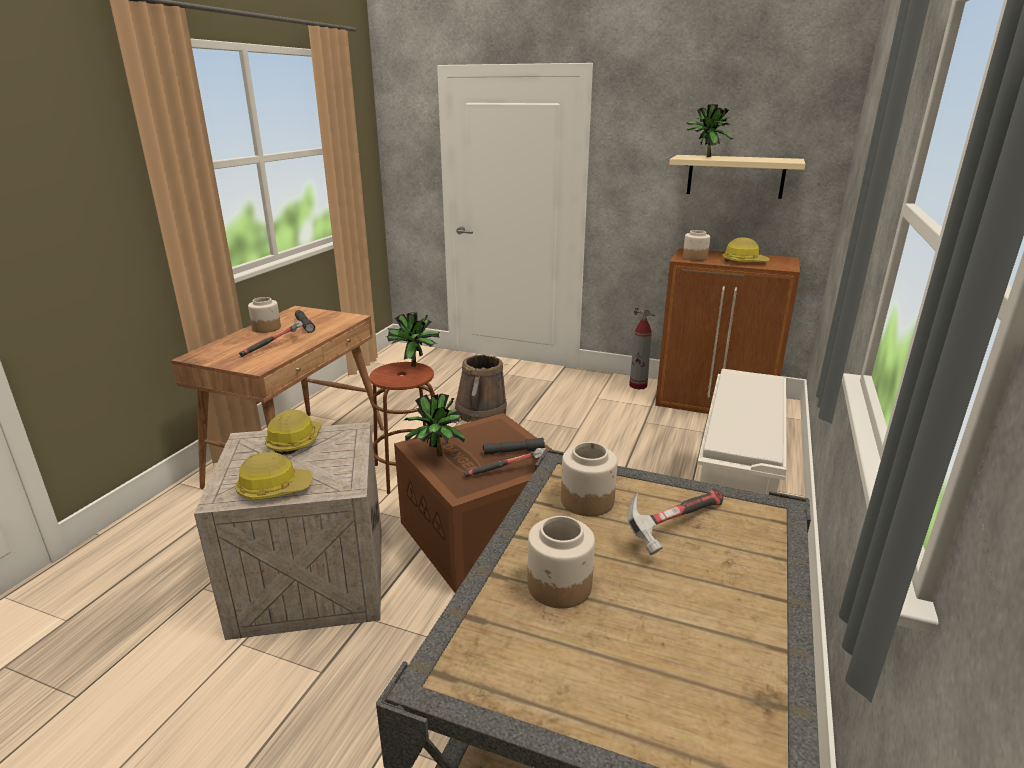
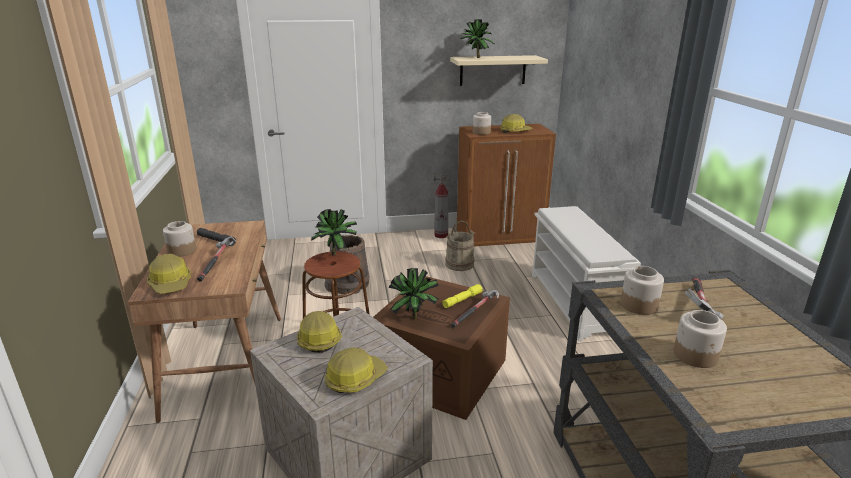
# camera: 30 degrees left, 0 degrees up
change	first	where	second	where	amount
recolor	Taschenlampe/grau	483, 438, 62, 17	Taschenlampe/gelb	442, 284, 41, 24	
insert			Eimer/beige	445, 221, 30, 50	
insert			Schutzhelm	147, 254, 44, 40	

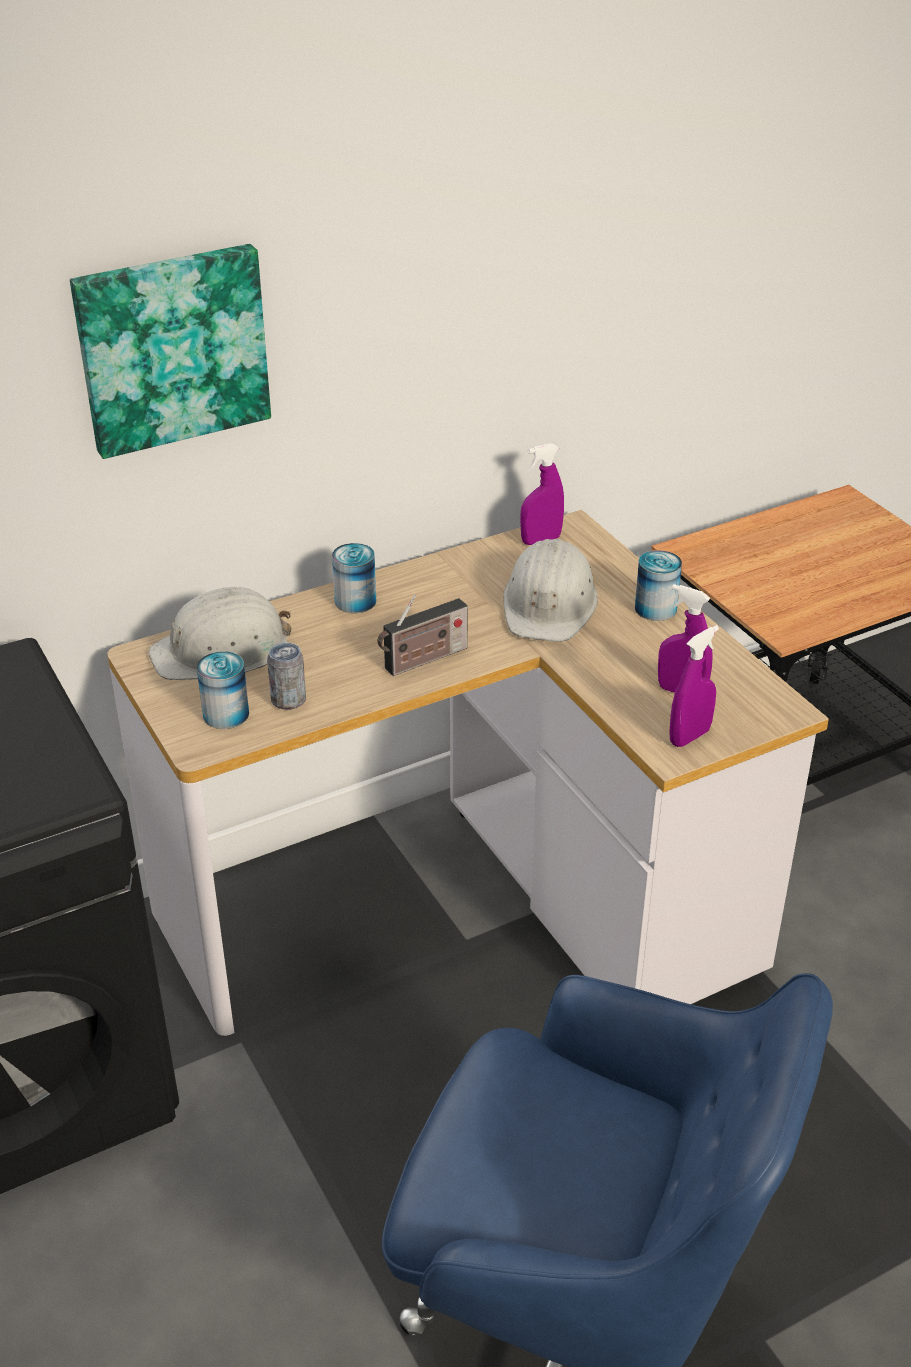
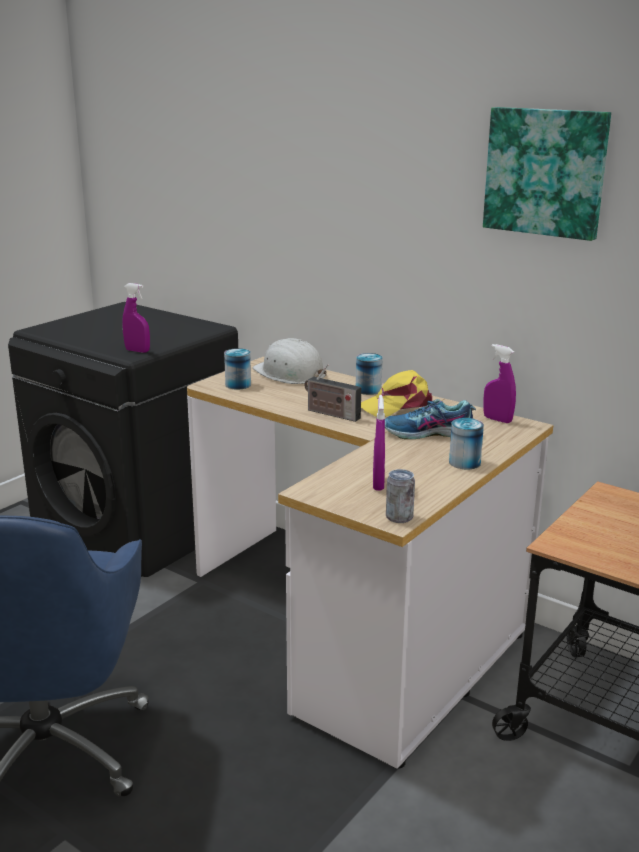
# camera: 65 degrees right, 15 degrees down
change	first	where	second	where	amount
move	Bild	70, 244, 201, 215		483, 107, 128, 134	
replace	Schutzhelm/weiß	503, 539, 95, 103	Schuh	385, 399, 91, 40	
move	Sprühflasche/lila	669, 625, 50, 122		122, 283, 28, 70	
move	Dose	267, 642, 39, 68		386, 469, 29, 54	
insert			Kappe/gelb	361, 370, 71, 47	

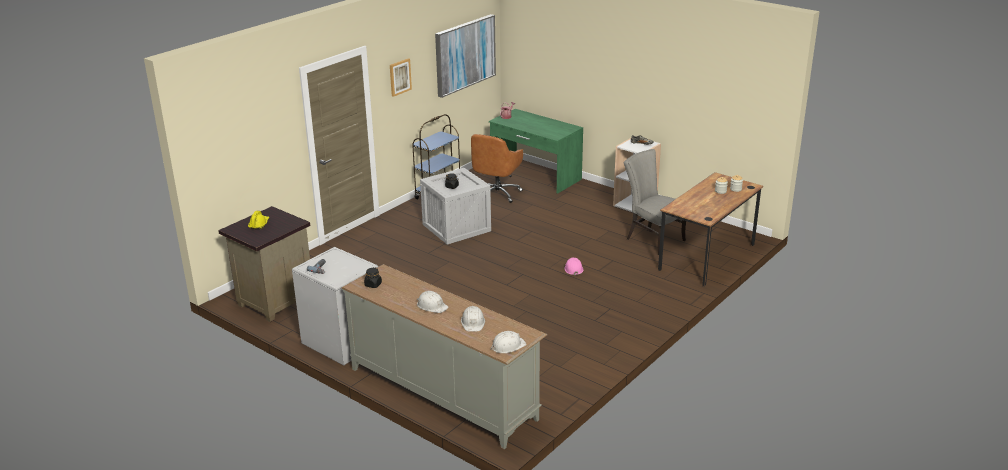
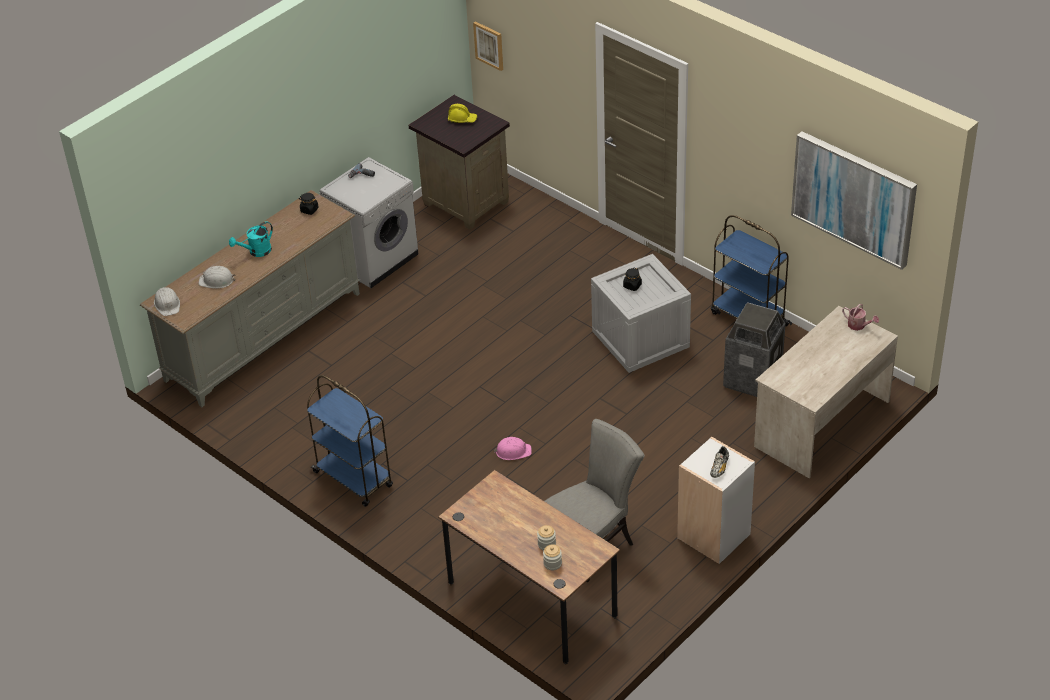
# camera: 95 degrees right, 15 degrees up
change	first	where	second	where	amount
move	Bild	390, 58, 22, 39		473, 21, 30, 50	
recolor	Schreibtisch/grün	489, 109, 94, 85	Schreibtisch/beige	754, 306, 144, 172	
replace	Bürostuhl/braun	471, 134, 52, 69	Mülleimer	723, 302, 63, 95	
replace	Schutzhelm/weiß	417, 291, 32, 22	Gießkanne/türkis	229, 221, 44, 36	
insert			Rollwagen/blau	307, 375, 86, 132	

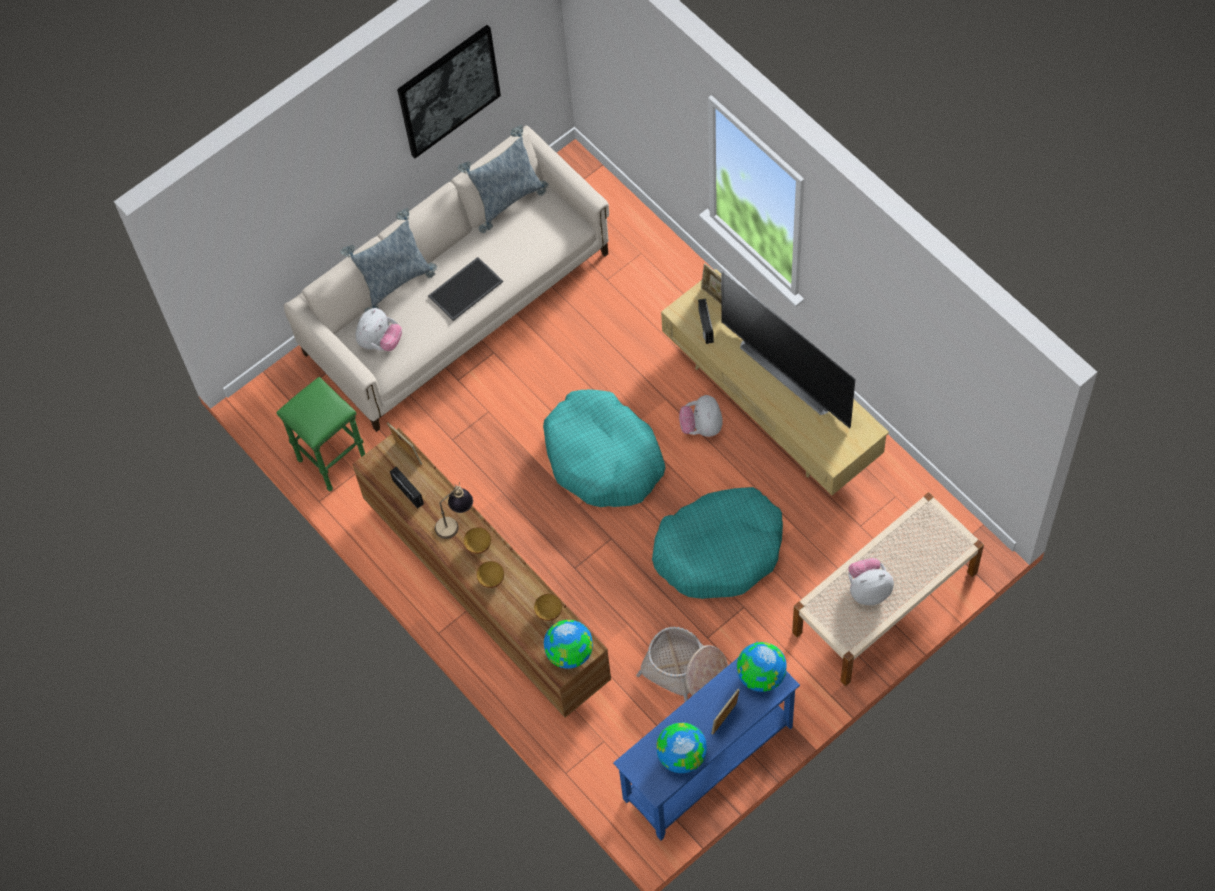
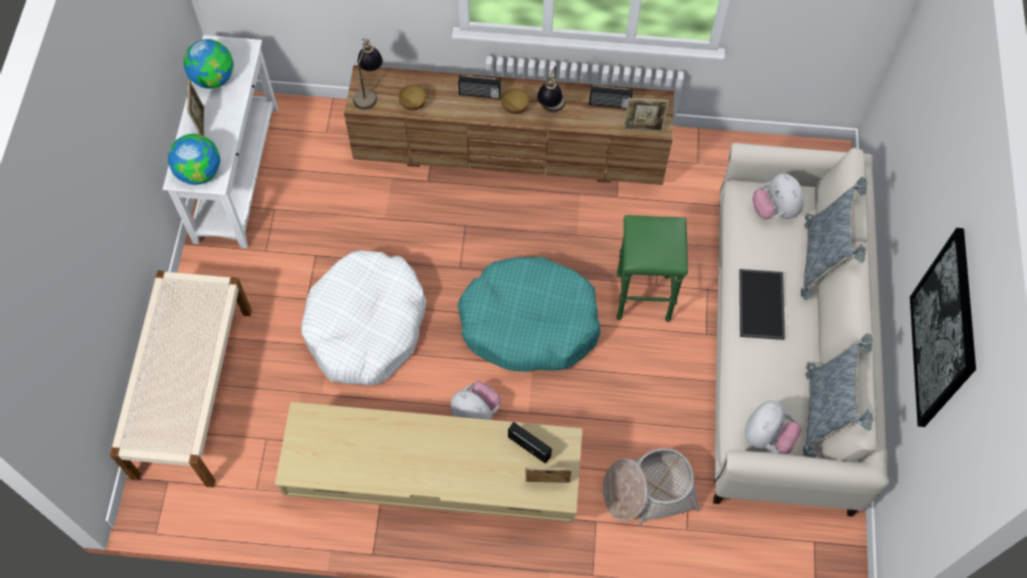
# camera: 130 degrees right, 0 degrees up
change	first	where	second	where	amount
delete	Fernseher	721, 270, 135, 158			
move	Hocker/grün	276, 377, 89, 114		616, 215, 72, 107	
recolor	Hundebett/türkis	652, 487, 131, 112	Hundebett/weiß	301, 250, 126, 135	
move	Plüschtier	848, 558, 46, 47		745, 401, 56, 53	
replace	Schüssel	476, 561, 28, 27	Radio	458, 75, 43, 24	
replace	Globus	544, 620, 49, 49	Tischlampe	353, 39, 30, 71	
move	Korb	636, 627, 92, 75		603, 448, 97, 77	
recolor	Konsolentisch/blau	613, 641, 187, 200	Konsolentisch/weiß	163, 35, 115, 213	

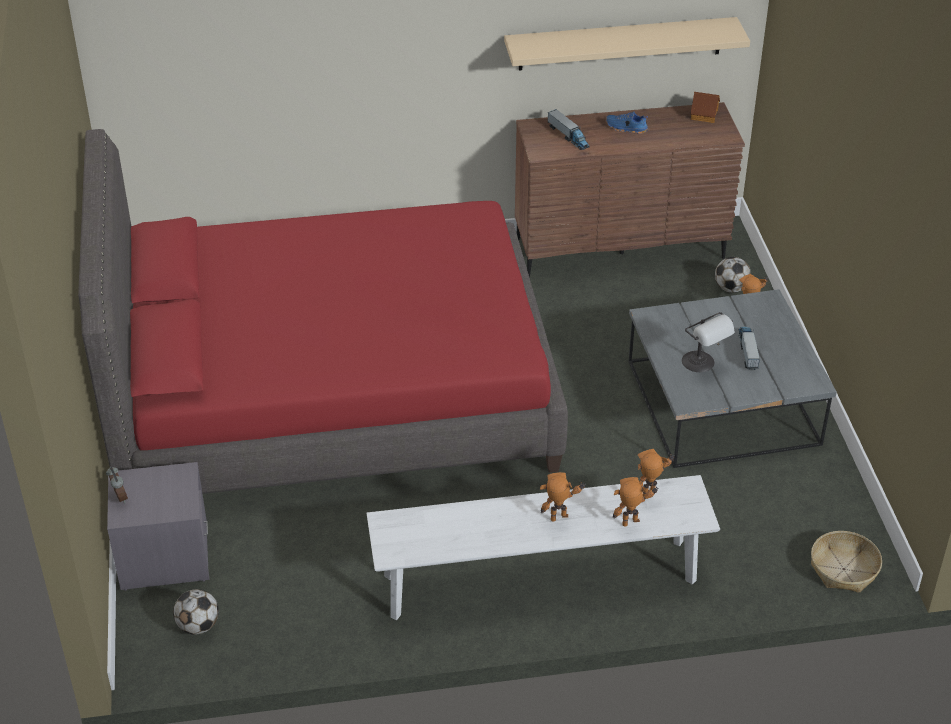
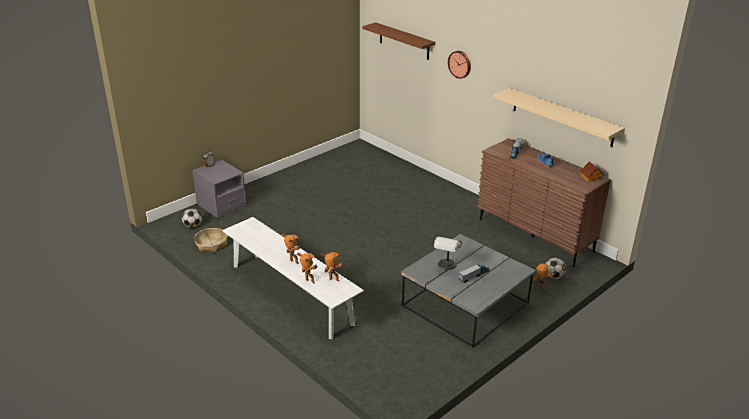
# camera: 55 degrees right, 10 degrees down
change	first	where	second	where	amount
delete	Bett/rot	78, 129, 490, 365			
move	Korb	811, 531, 71, 62		194, 228, 34, 24	
insert			Wandregal/braun	362, 22, 73, 38	
insert			Wanduhr	448, 51, 23, 28	

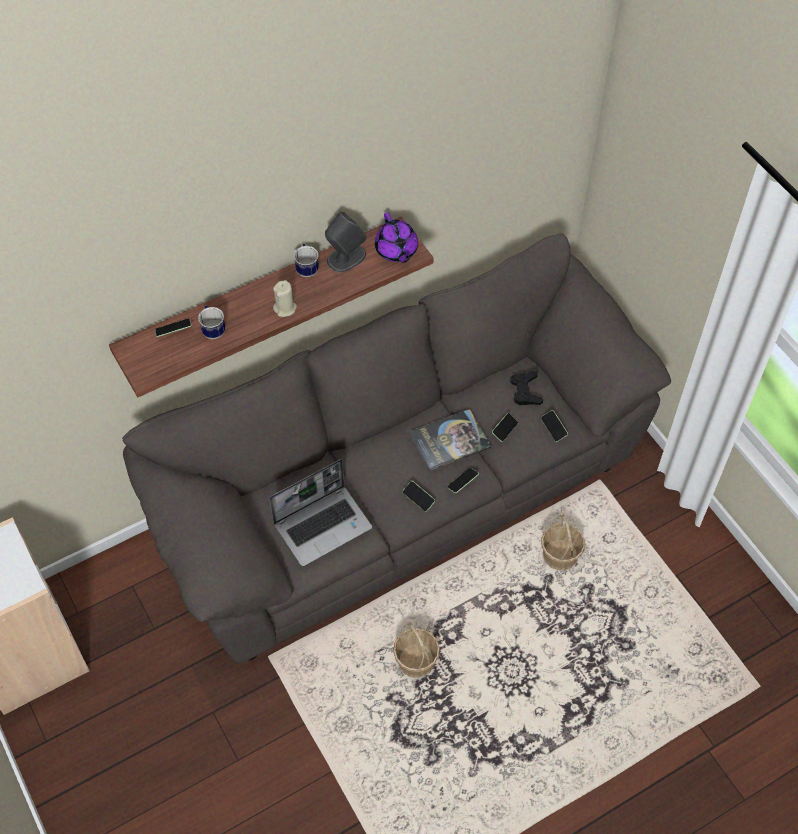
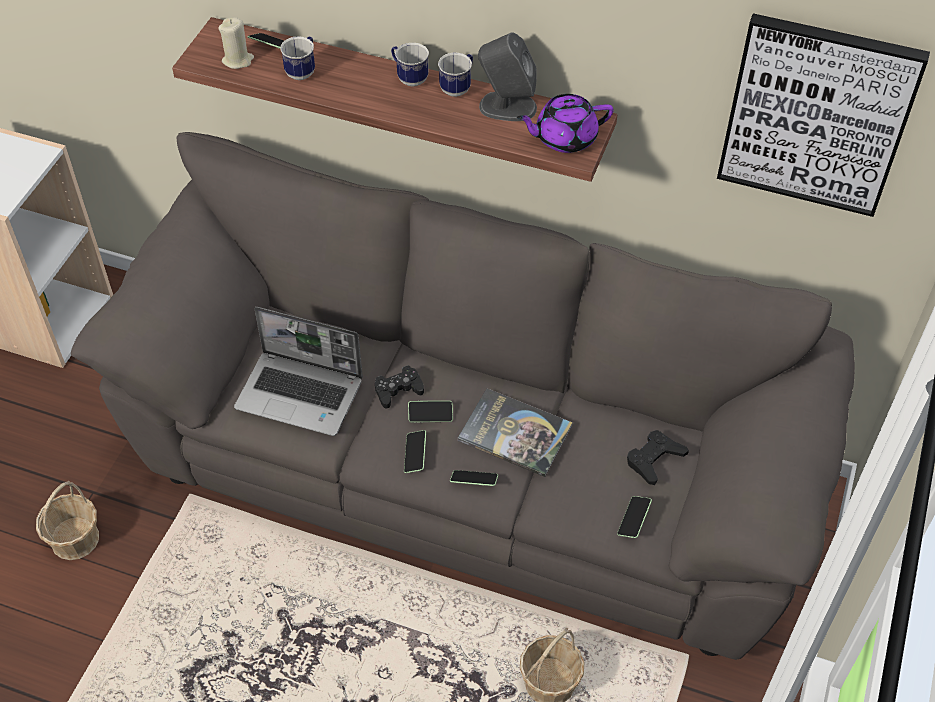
# camera: 50 degrees right, 5 degrees down
change	first	where	second	where	amount
rotate	Teekanne/lila	375, 212, 43, 51		517, 94, 97, 59	45 degrees clockwise
move	Kerze/beige	273, 280, 24, 37		219, 17, 35, 52	
move	Handy	492, 413, 26, 29		408, 401, 45, 22	
move	Korb	393, 622, 47, 56		36, 481, 63, 79	
insert			Bild	717, 13, 213, 204	
insert			Henkelbecher	391, 43, 38, 43	
insert			Gamepad/schwarz	375, 365, 49, 44	

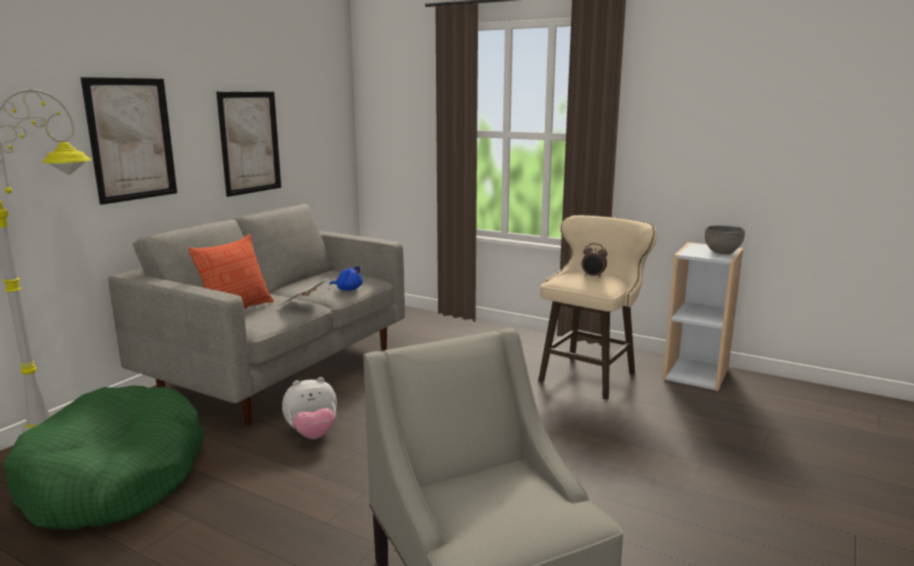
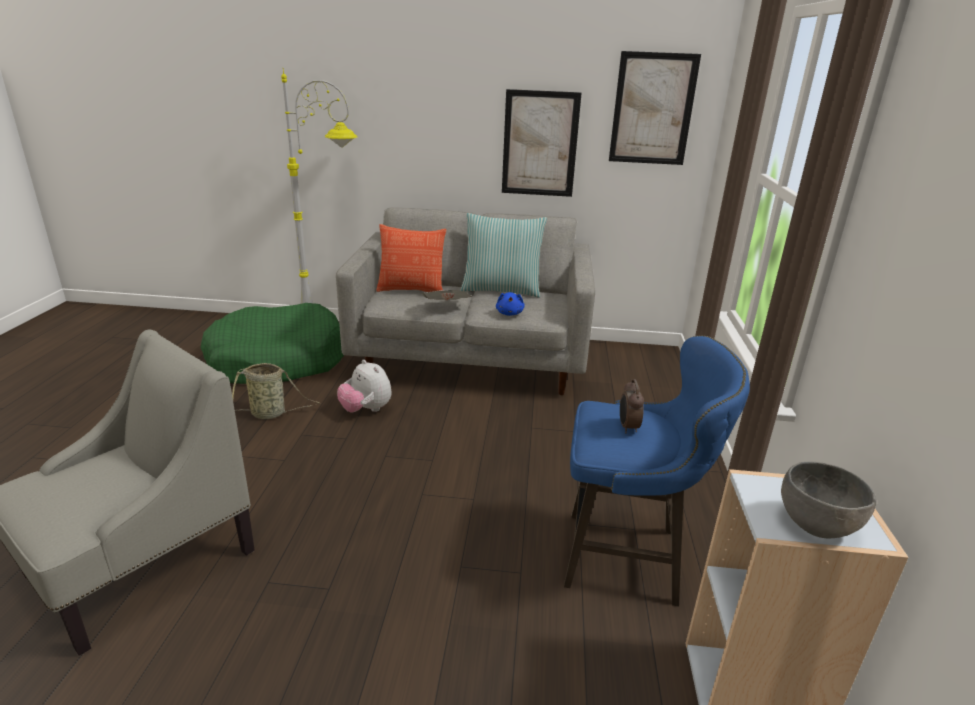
# camera: 65 degrees right, 10 degrees up
change	first	where	second	where	amount
move	Bild	80, 77, 97, 128		609, 51, 92, 114	
recolor	Hocker/beige	538, 215, 119, 185	Hocker/blau	564, 336, 186, 270	
insert			Kissen	460, 213, 87, 85	
insert			Korb	232, 363, 88, 56	

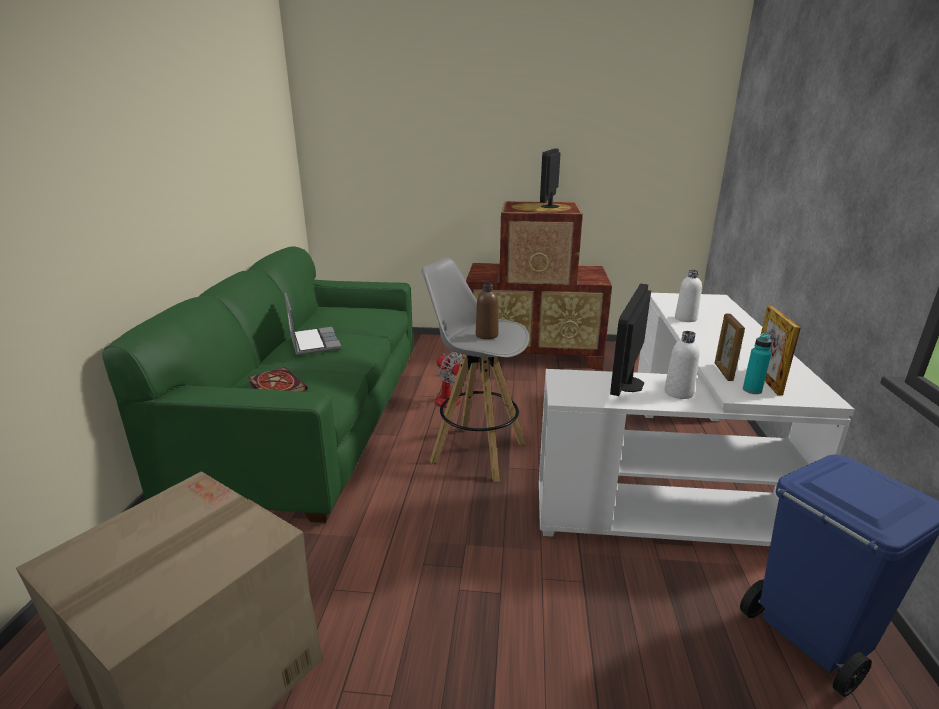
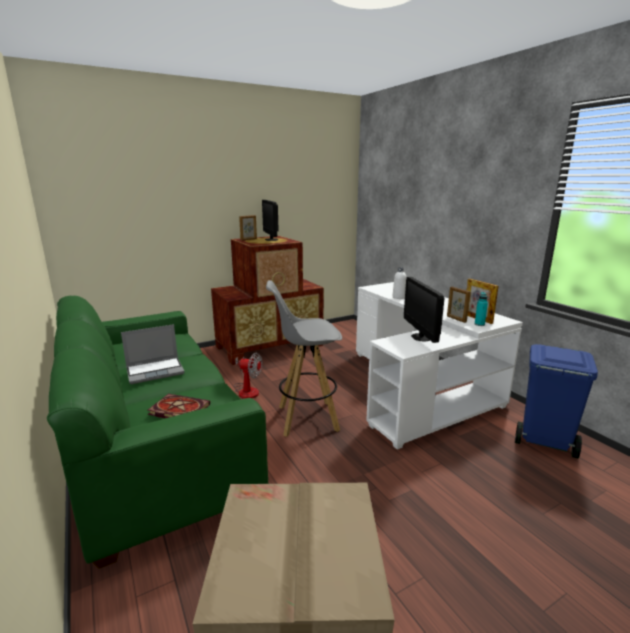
# camera: 35 degrees left, 5 degrees down
change	first	where	second	where	amount
delete	Flasche/braun	476, 283, 23, 56			
rotate	Laptop	285, 293, 57, 62		121, 324, 64, 60	120 degrees clockwise
delete	Flasche/weiß	664, 331, 36, 68			
insert			Bilderrahmen	239, 215, 18, 26	

